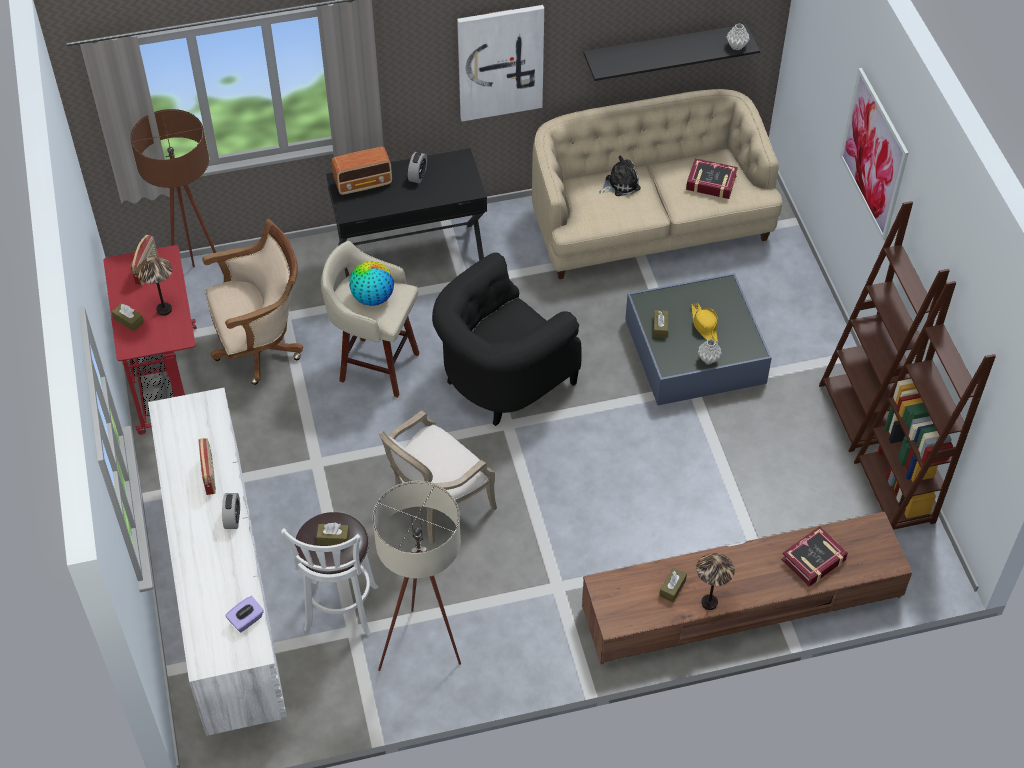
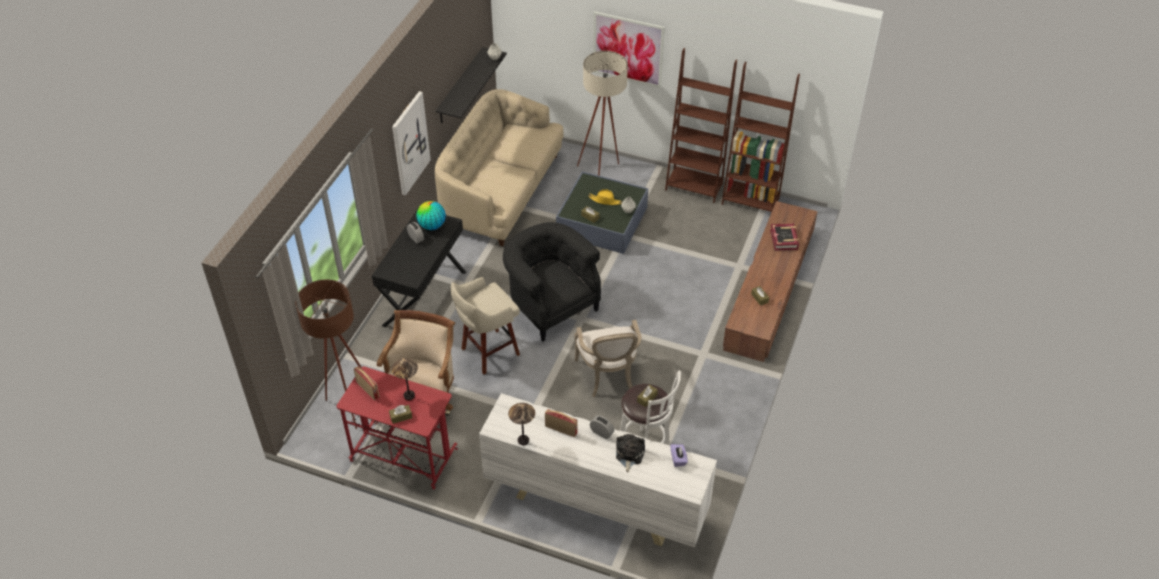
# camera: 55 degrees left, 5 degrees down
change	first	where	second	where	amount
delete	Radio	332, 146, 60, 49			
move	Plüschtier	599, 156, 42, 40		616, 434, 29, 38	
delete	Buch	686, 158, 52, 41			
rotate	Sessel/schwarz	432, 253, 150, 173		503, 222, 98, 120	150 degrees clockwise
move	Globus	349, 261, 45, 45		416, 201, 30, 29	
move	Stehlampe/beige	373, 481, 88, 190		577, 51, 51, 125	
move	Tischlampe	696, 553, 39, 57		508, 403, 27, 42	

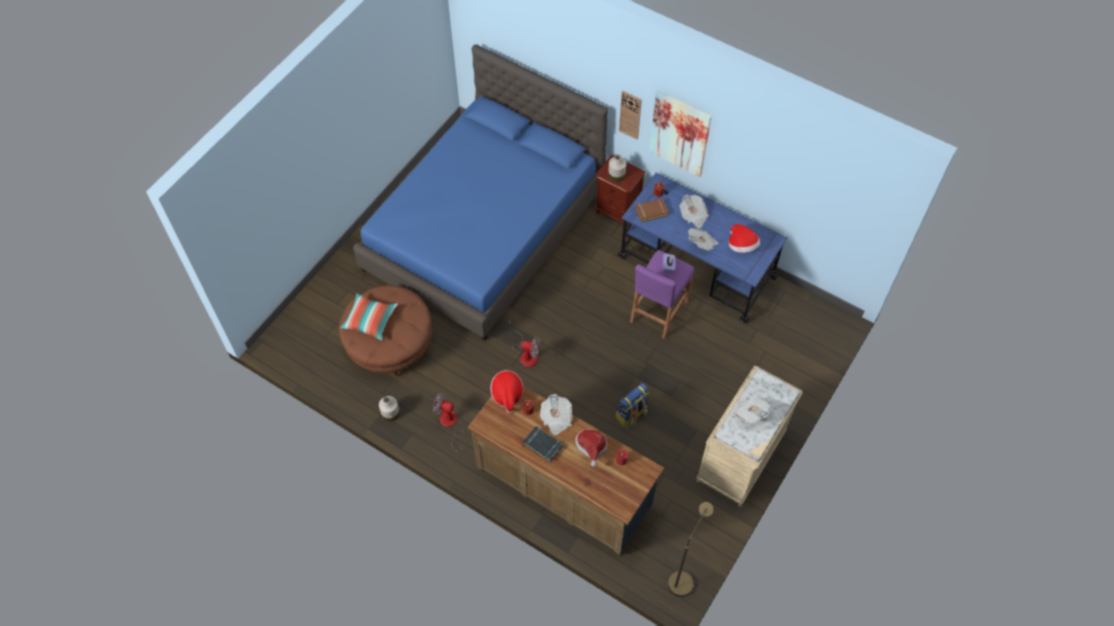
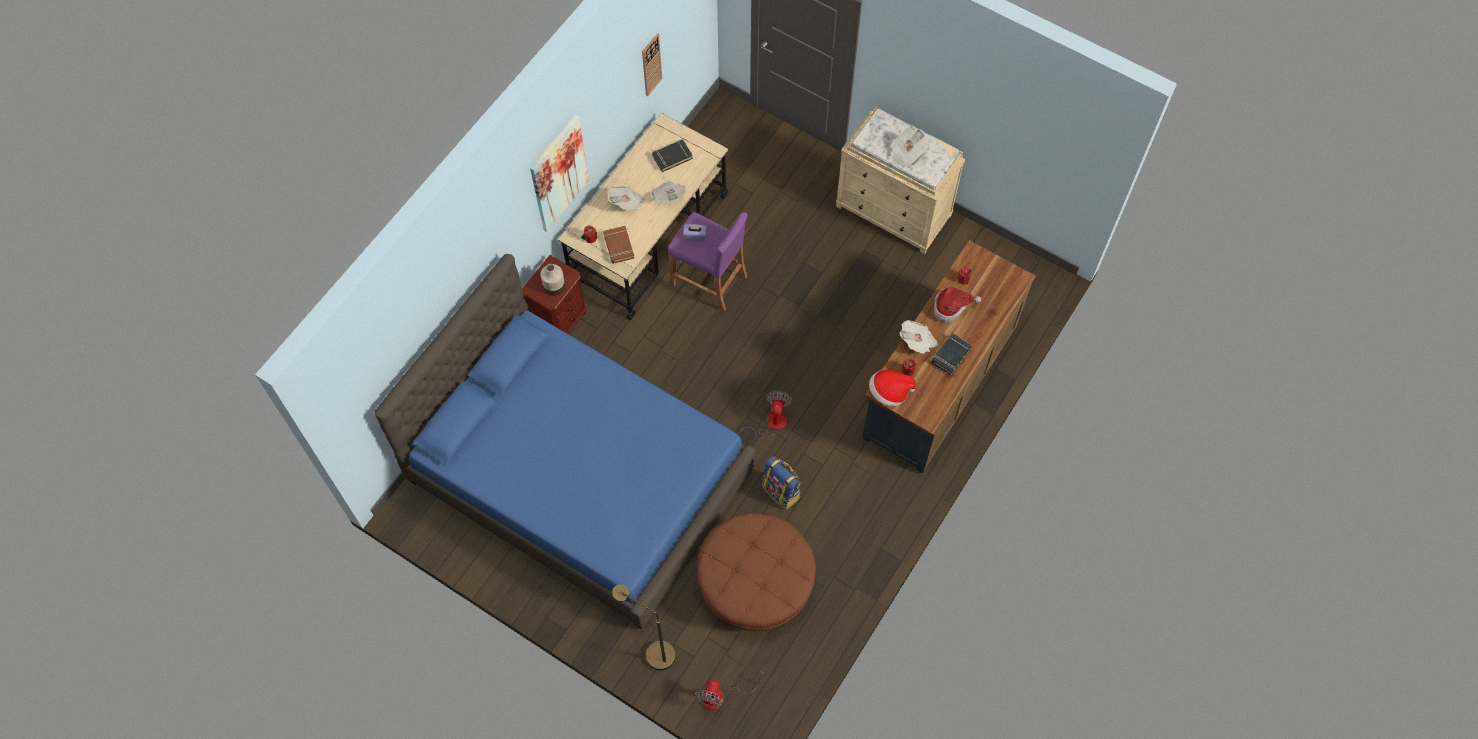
# camera: 90 degrees left, 5 degrees up
change	first	where	second	where	amount
move	Wanduhr	619, 91, 23, 49		642, 33, 20, 63	
recolor	Schreibtisch/blau	618, 173, 170, 150	Schreibtisch/beige	558, 113, 171, 207	
replace	Hut	728, 224, 32, 29	Buch/schwarz	652, 139, 41, 33	
delete	Kissen	340, 293, 58, 48			
move	Rucksack	615, 383, 34, 45		762, 457, 39, 53	
move	Ventilator	433, 393, 31, 59		695, 671, 69, 39	
delete	Vase/beige	379, 396, 21, 26			
move	Stehlampe/braun	668, 502, 46, 95		611, 584, 65, 86	

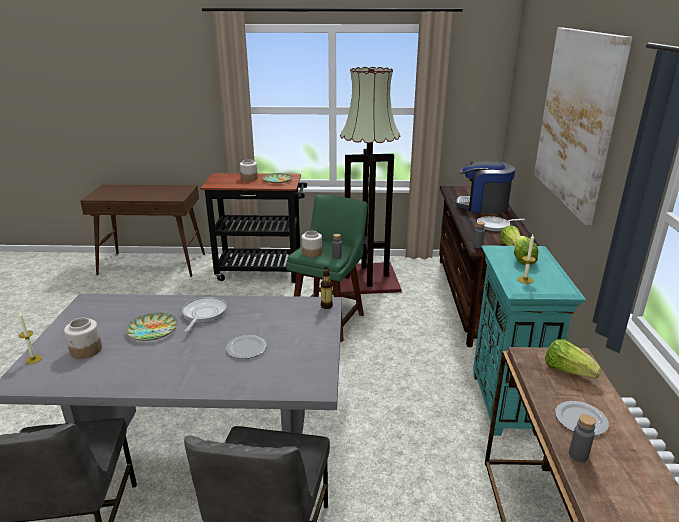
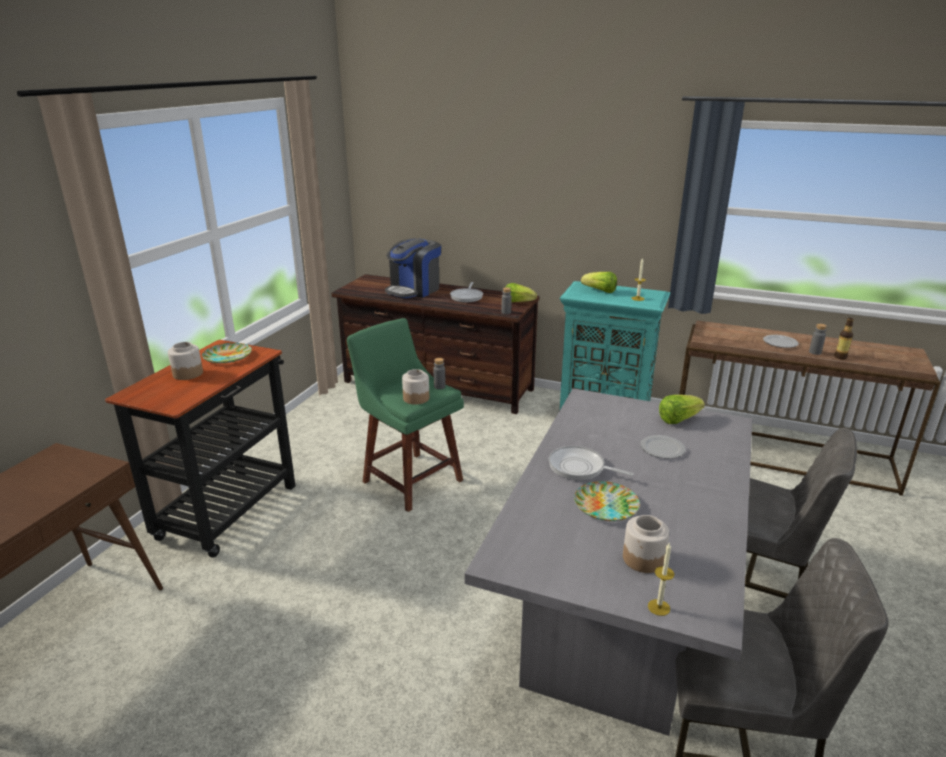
# camera: 70 degrees left, 0 degrees up
change	first	where	second	where	amount
delete	Bild	534, 28, 99, 197			
delete	Stehlampe	340, 67, 62, 228			
move	Flasche	321, 267, 12, 42		835, 318, 19, 41	
move	Salatkopf	545, 339, 57, 39		659, 395, 46, 29	

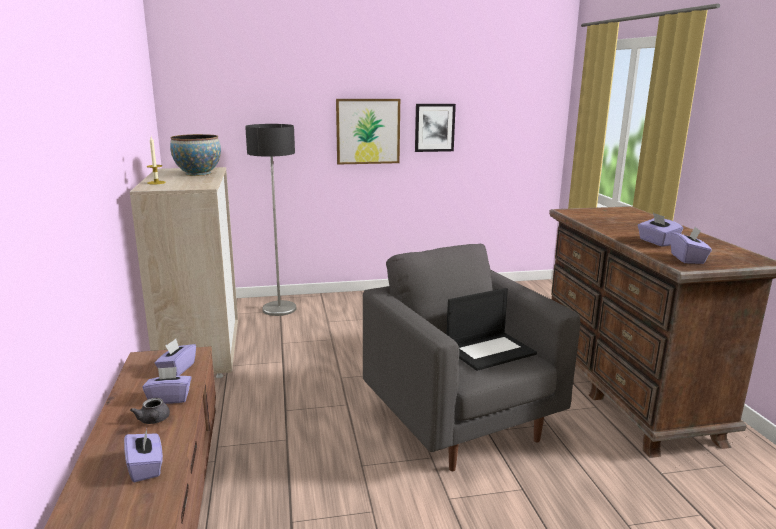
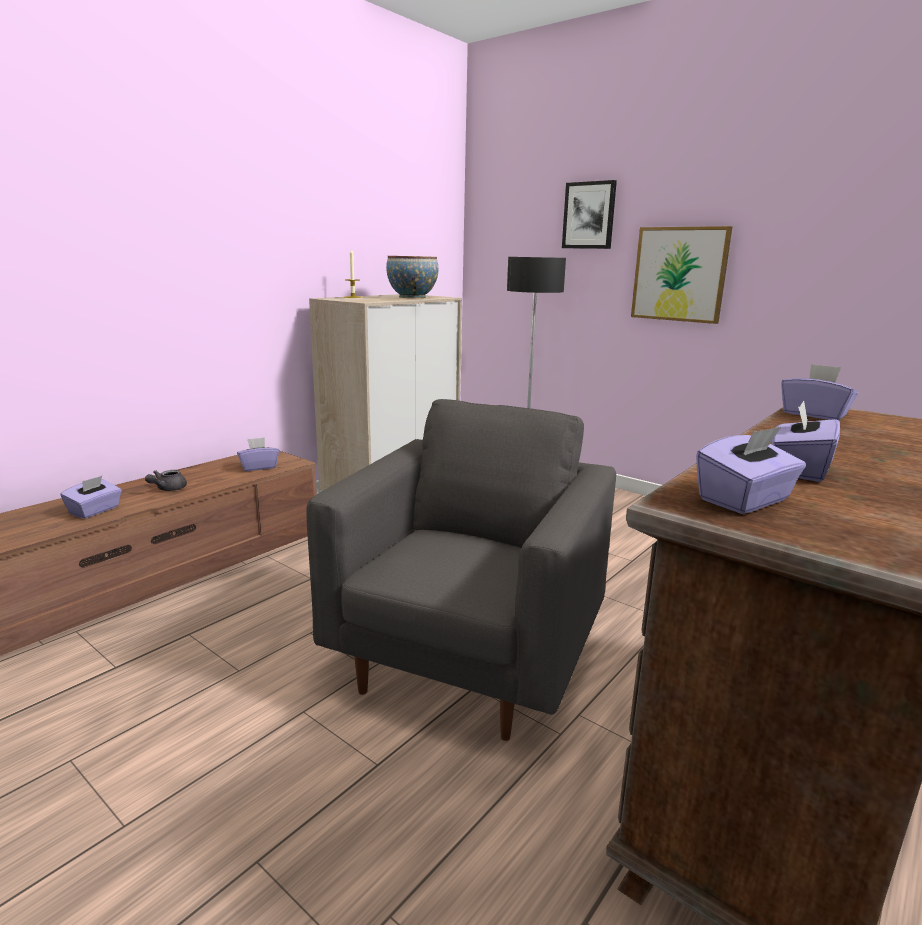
# camera: 50 degrees right, 0 degrees up
change	first	where	second	where	amount
move	Bild	415, 104, 41, 48		562, 180, 55, 69	
delete	Laptop	446, 288, 91, 83			
move	Taschentuchbox/lila	143, 367, 49, 37		781, 364, 77, 57	

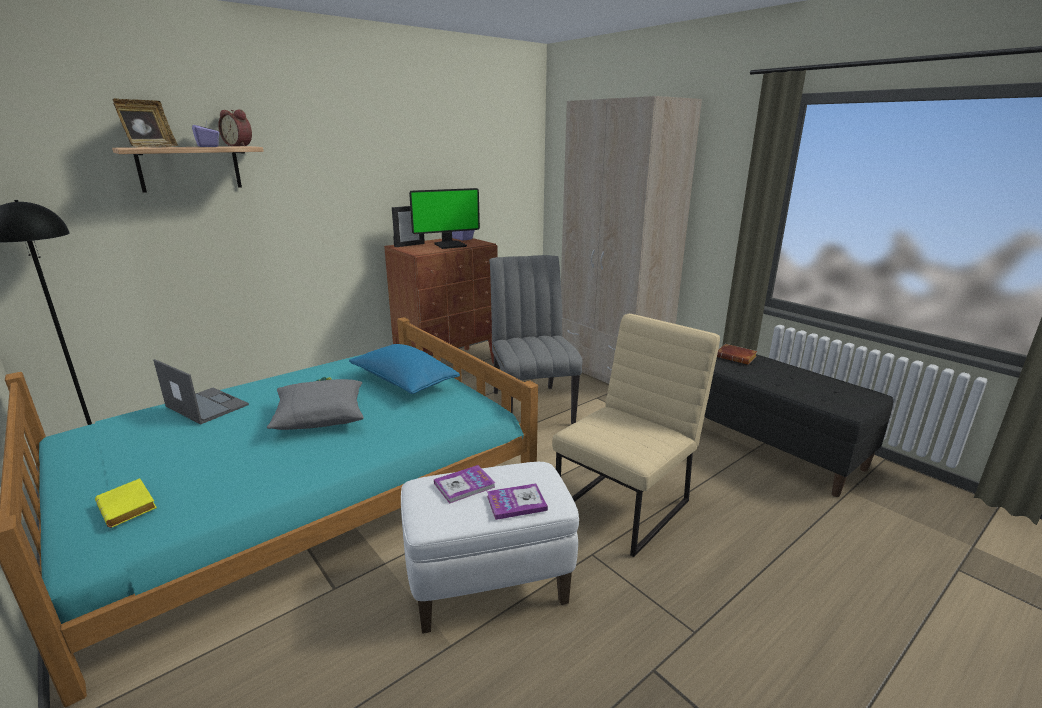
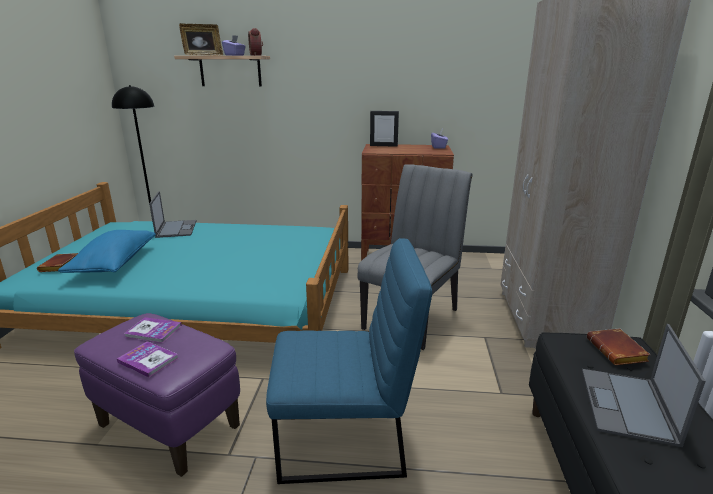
# camera: 45 degrees right, 0 degrees up
change	first	where	second	where	amount
delete	Monitor	409, 188, 71, 61			
recolor	Stuhl/beige	552, 314, 168, 243	Stuhl/blau	266, 238, 166, 246	
move	Kissen/blau	349, 344, 111, 50		58, 230, 98, 43	
delete	Kissen/grau	267, 377, 97, 53			
recolor	Polsterhocker/weiß	401, 462, 178, 172	Polsterhocker/lila	74, 313, 166, 164	
recolor	Buch/gelb	95, 479, 62, 49	Buch/braun	37, 253, 41, 19	
insert			Laptop	582, 324, 124, 123	

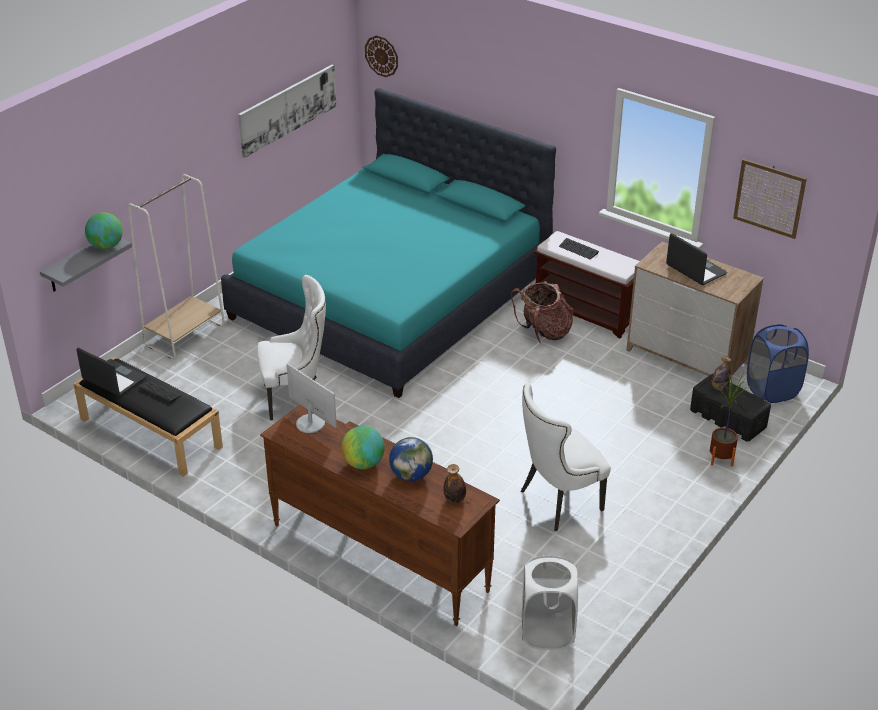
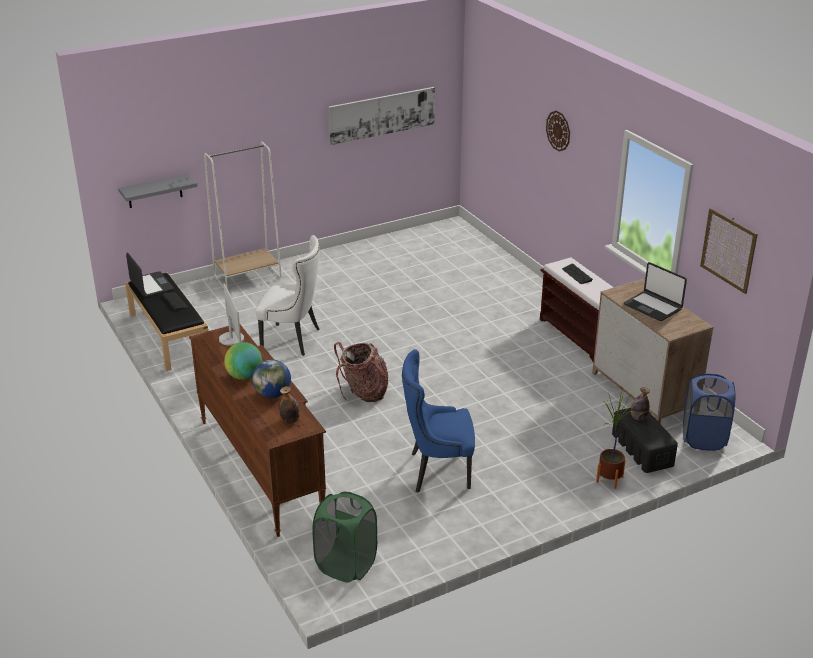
# camera: 25 degrees right, 5 degrees down
change	first	where	second	where	amount
move	Wanduhr	365, 35, 33, 42		546, 111, 24, 41	
delete	Bett/türkis	221, 88, 335, 310			
delete	Globus	85, 212, 38, 37			
rotate	Laptop	666, 233, 61, 52		624, 262, 63, 59	150 degrees clockwise
move	Rucksack	511, 281, 63, 62		334, 342, 54, 60	
recolor	Stuhl/weiß	521, 382, 90, 149	Stuhl/blau	402, 349, 73, 144	
recolor	Wäschekorb/weiß	522, 555, 56, 95	Wäschekorb/grün	312, 492, 65, 91	

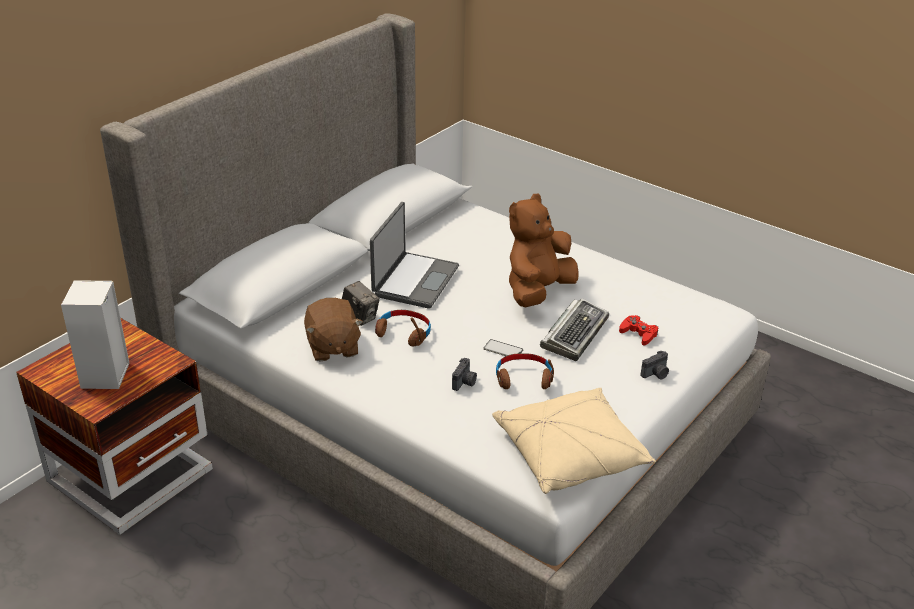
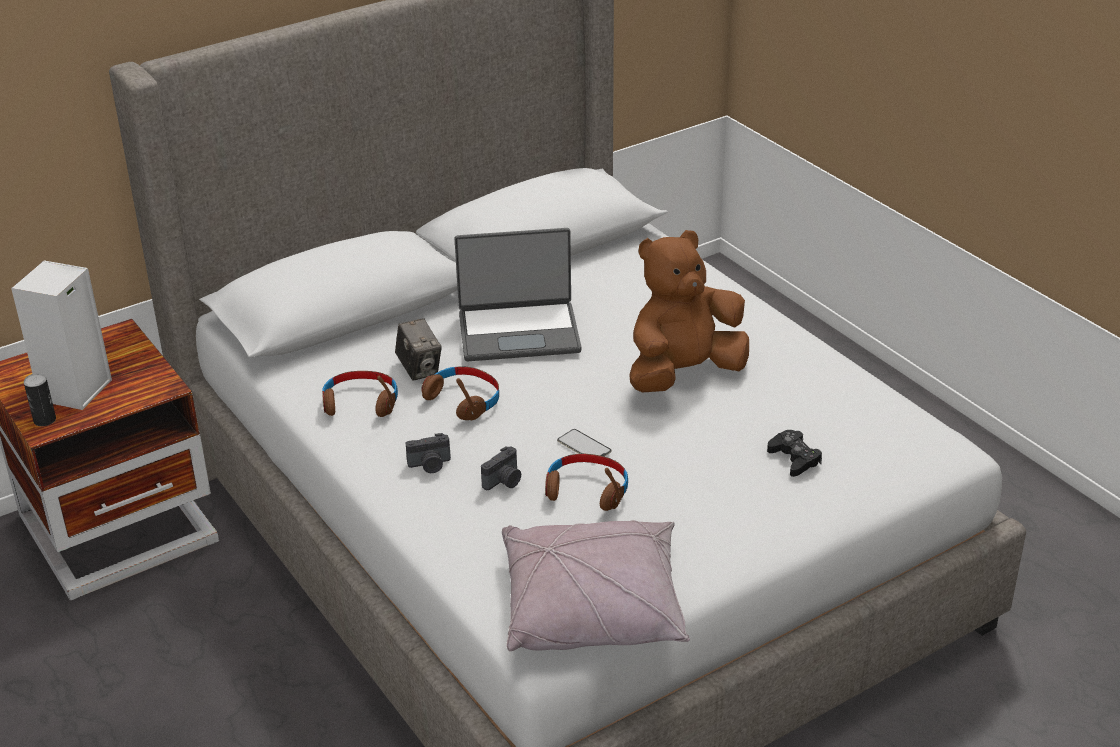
# camera: 20 degrees right, 0 degrees up
change	first	where	second	where	amount
rotate	Laptop	370, 202, 89, 107		455, 228, 126, 133	45 degrees clockwise
replace	Plüschtier/braun	304, 298, 59, 64	Kopfhörer/braun	322, 371, 76, 46	
delete	Tastatur	540, 298, 69, 63			
recolor	Gamepad/rot	619, 315, 40, 31	Gamepad/schwarz	767, 430, 55, 47	
move	Kamera	640, 351, 29, 29		406, 433, 45, 40	
recolor	Kissen/beige	492, 388, 164, 106	Kissen/lila	502, 520, 188, 131	
insert			Dose	24, 373, 32, 53	

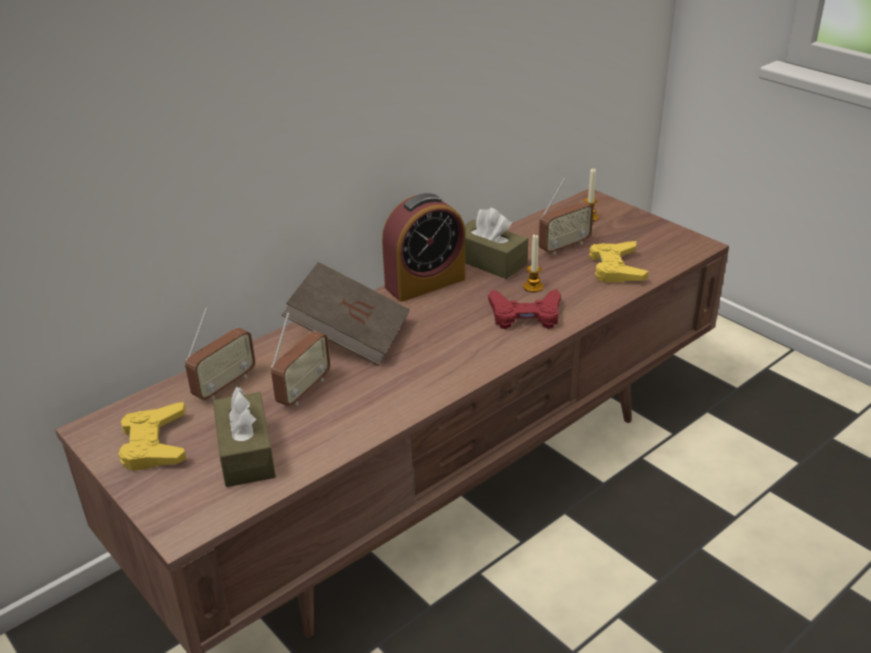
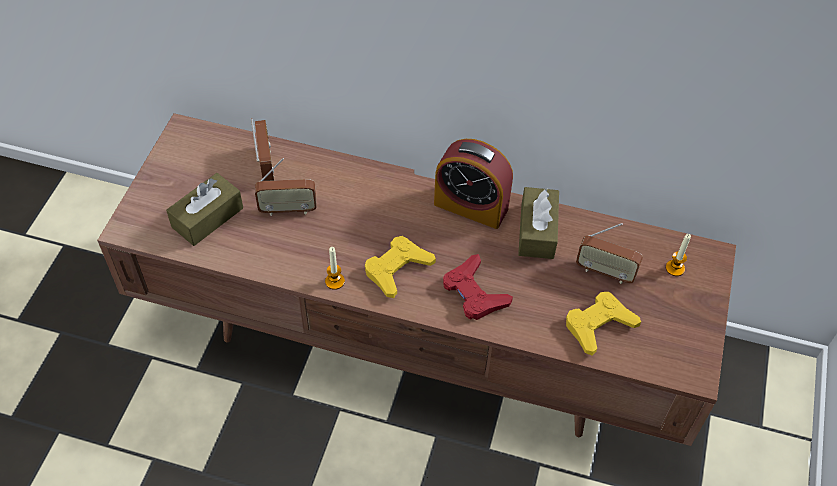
# camera: 55 degrees right, 20 degrees up
change	first	where	second	where	amount
move	Kerze	523, 234, 21, 59		325, 247, 20, 43	
delete	Buch/braun	282, 262, 128, 104			
rotate	Radio	185, 307, 70, 93		251, 118, 23, 63	105 degrees counterclockwise
move	Gamepad/gelb	118, 402, 68, 69		365, 236, 71, 62	

